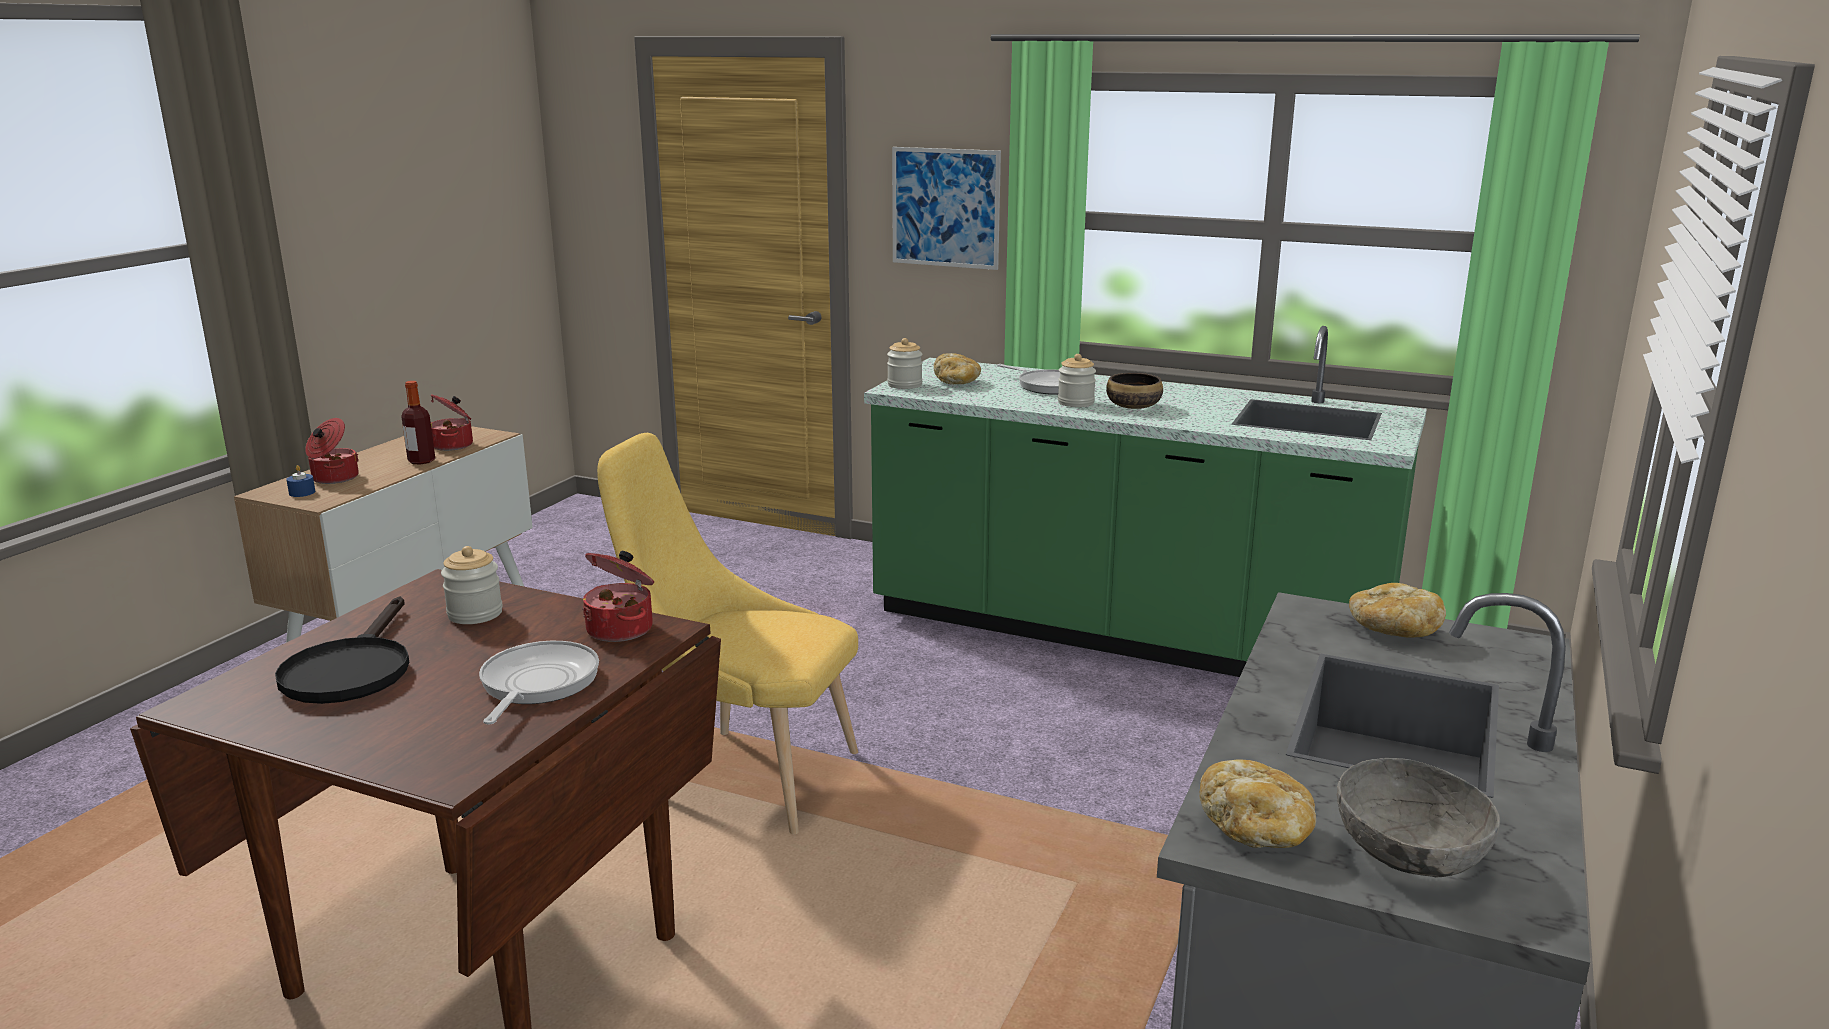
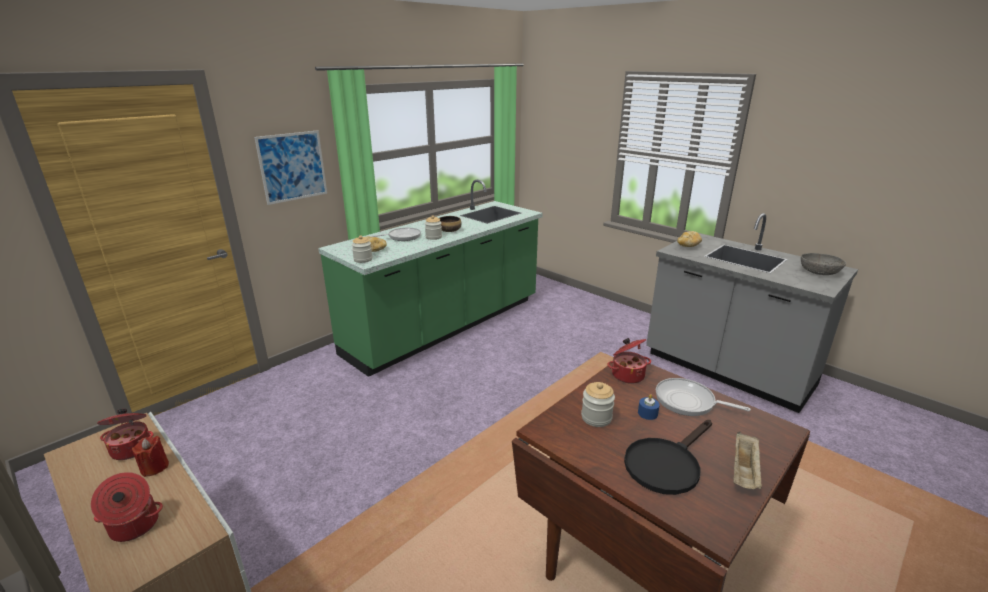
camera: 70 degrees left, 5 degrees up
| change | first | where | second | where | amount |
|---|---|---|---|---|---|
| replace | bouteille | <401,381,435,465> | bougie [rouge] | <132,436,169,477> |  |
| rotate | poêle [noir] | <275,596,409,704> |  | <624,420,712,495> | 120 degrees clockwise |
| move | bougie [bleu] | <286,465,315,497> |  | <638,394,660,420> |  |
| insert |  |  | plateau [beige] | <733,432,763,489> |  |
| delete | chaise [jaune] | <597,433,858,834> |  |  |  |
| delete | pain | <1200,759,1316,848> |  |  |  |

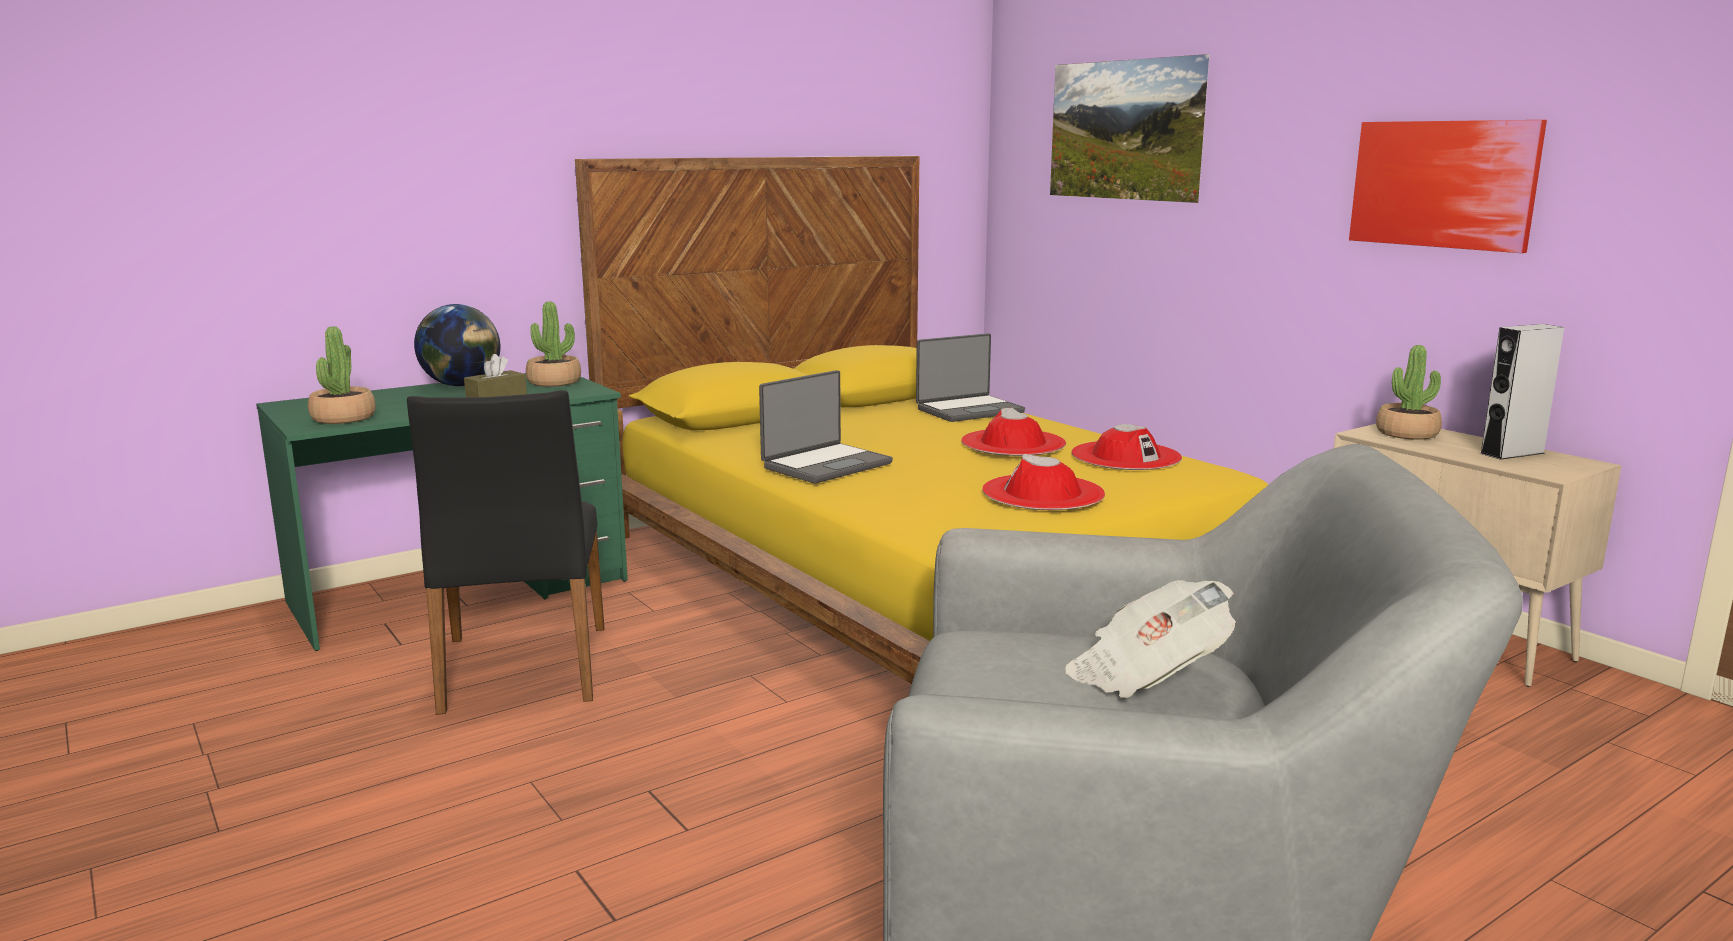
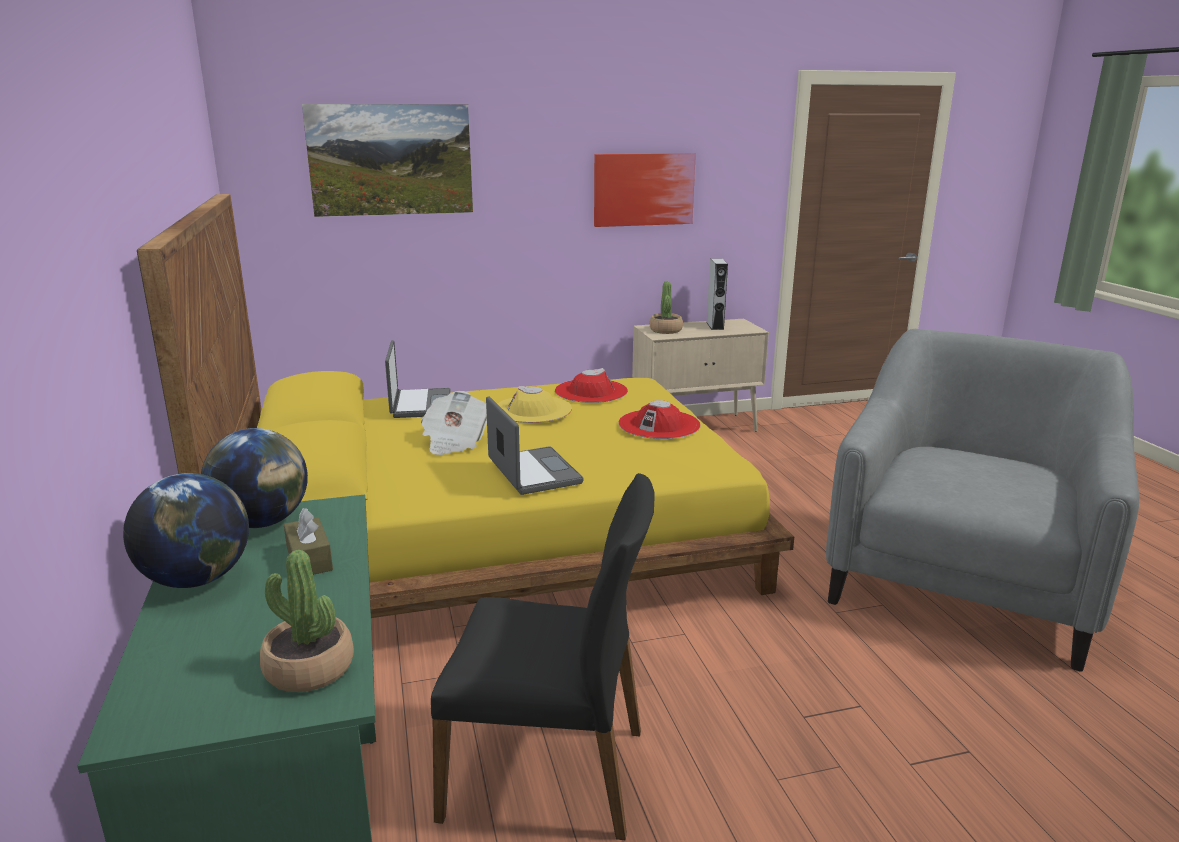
camera: 70 degrees left, 5 degrees up
| change | first | where | second | where | amount |
|---|---|---|---|---|---|
| replace | plante en pot | <526,301,581,387> | globe | <201,428,308,528> |  |
| move | journal | <1066,580,1236,698> |  | <421,391,487,455> |  |
| recolor | chapeau [rouge] | <961,408,1066,456> | chapeau [jaune] | <498,386,572,423> |  |

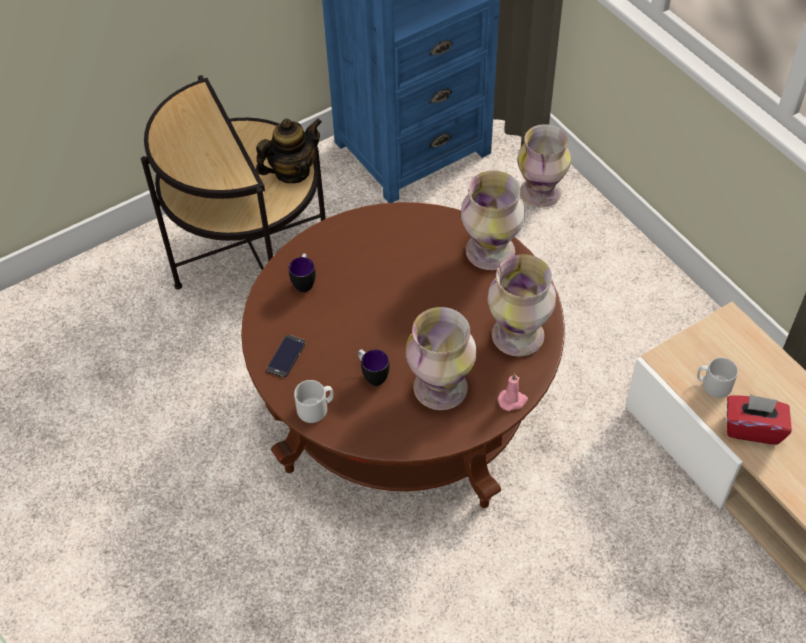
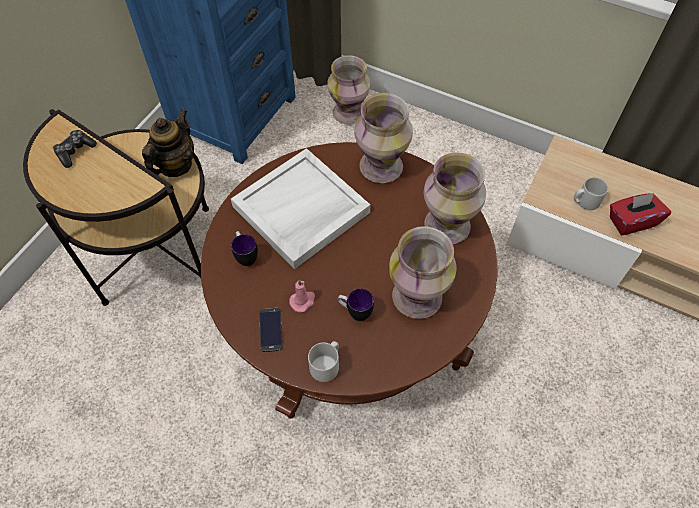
camera: 30 degrees left, 5 degrees up
| change | first | where | second | where | amount |
|---|---|---|---|---|---|
| insert |  |  | manette | <53,130,97,168> |  |
| insert |  |  | plateau [blanc] | <231,148,370,269> |  |
| move | bougie [rose] | <498,373,528,411> |  | <289,279,315,312> |  |

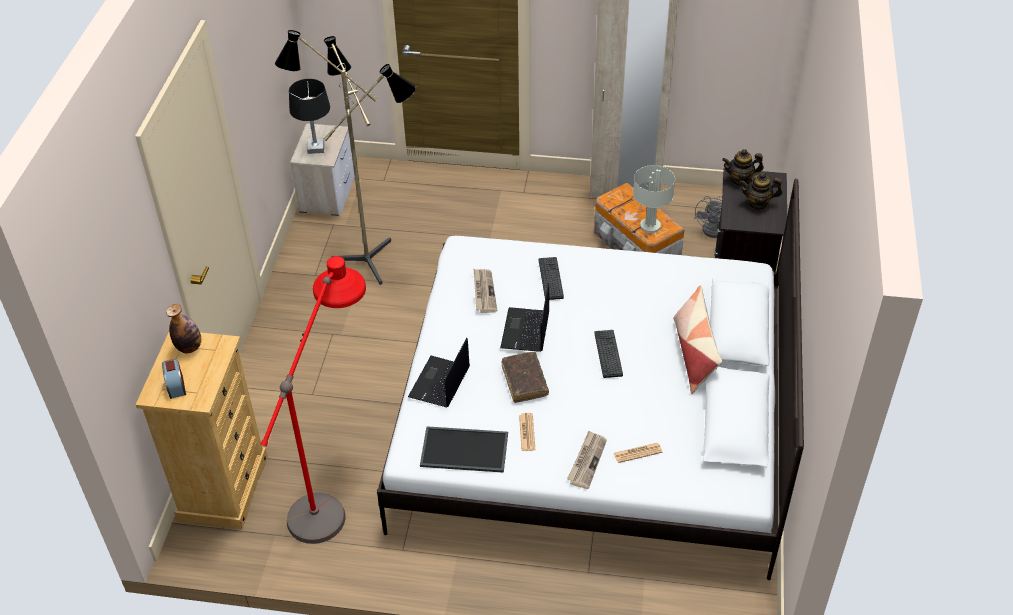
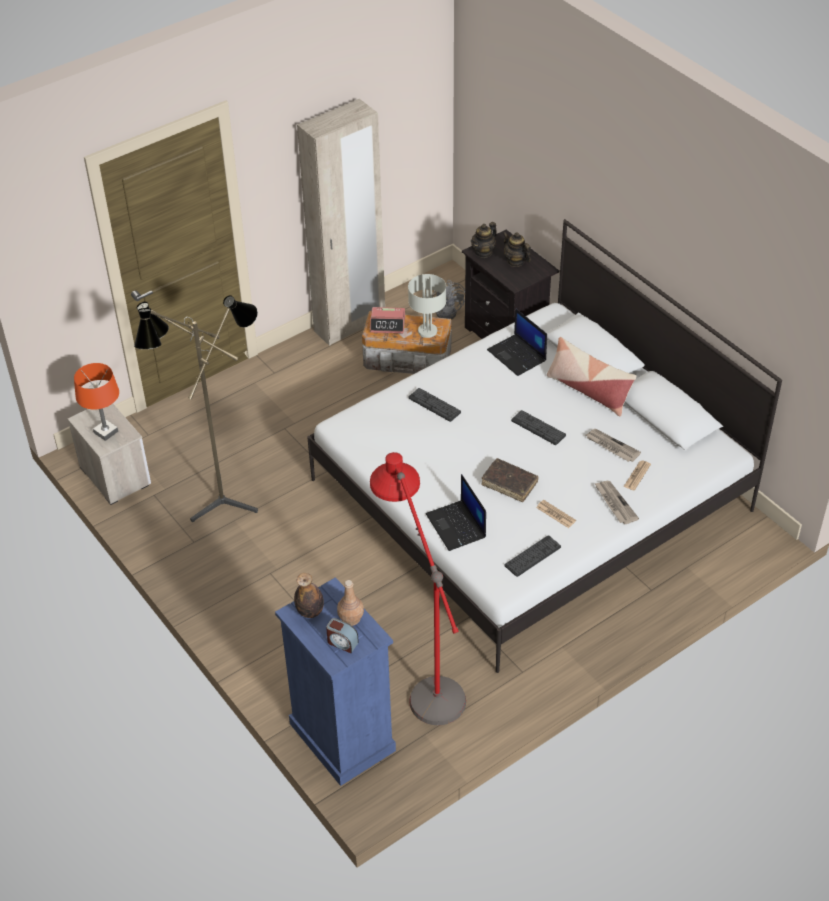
camera: 45 degrees left, 0 degrees up
| change | first | where | second | where | amount |
|---|---|---|---|---|---|
| recolor | lampe de table [noir] | <289,79,330,154> | lampe de table [orange] | <74,363,119,441> |  |
| recolor | commode [beige] | <136,332,268,529> | commode [bleu] | <275,577,396,786> |  |
| insert |  |  | bouteille [marron] | <337,580,364,626> |  |
| insert |  |  | réveil | <370,307,405,333> |  |
| move | ordinateur portable | <500,283,549,352> |  | <487,308,547,376> |  |
| rotate | théière | <740,173,782,210> |  | <503,232,531,267> | 90 degrees clockwise |
| replace | plateau | <420,426,508,473> | clavier | <505,535,561,577> |  |
| move | journal | <474,269,497,313> |  | <586,429,641,462> |  |

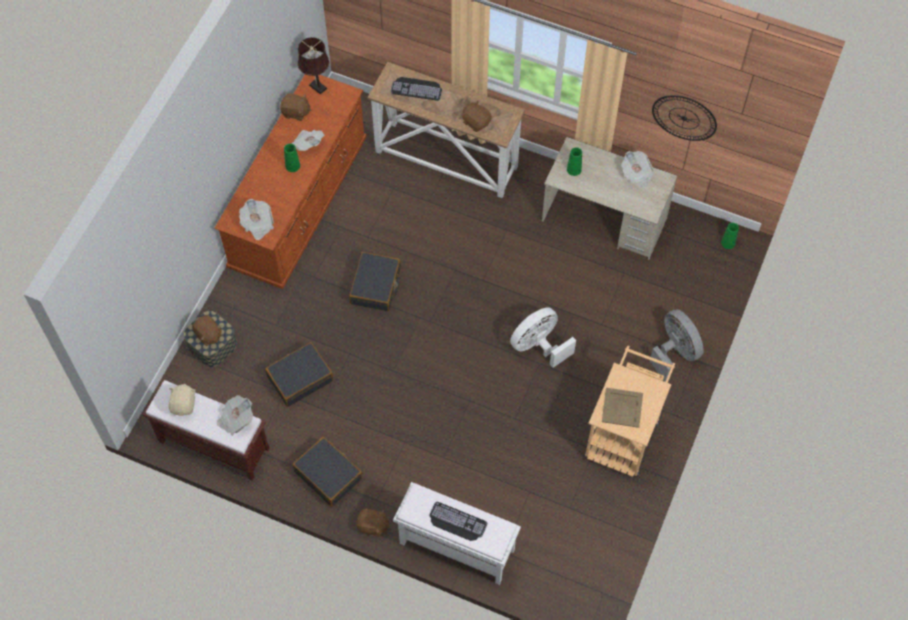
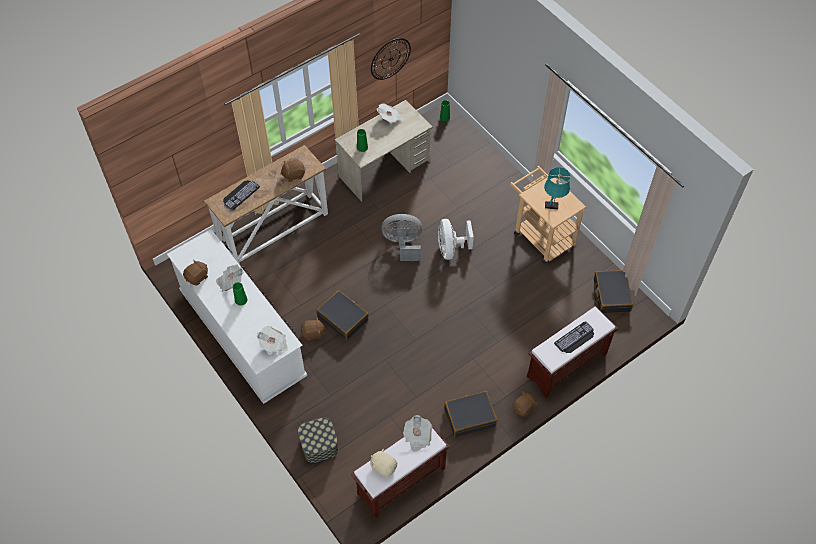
camera: 60 degrees left, 5 degrees down
| change | first | where | second | where | amount |
|---|---|---|---|---|---|
| recolor | commode [marron] | <215,74,367,289> | commode [blanc] | <167,229,307,404> |  |
| move | peluche [marron] | <192,315,222,346> |  | <301,317,326,340> |  |
| move | ventilateur [gris] | <650,309,704,382> |  | <381,214,422,261> |  |
| recolor | banc [blanc] | <393,482,521,585> | banc [marron] | <527,306,618,398> |  |
| replace | plateau [beige] | <602,388,643,428> | lampe de table [turquoise] | <544,167,571,210> |  |
| move | valise [noir] | <265,342,333,407> |  | <594,270,633,313> |  |
| delete | lampe de table [marron] | <297,37,330,94> |  |  |  |

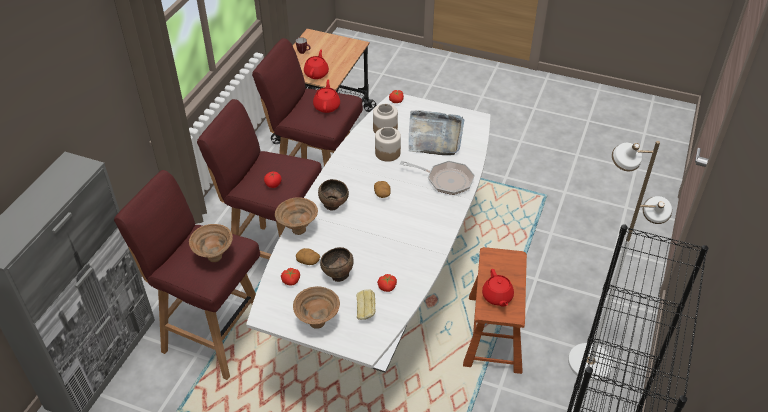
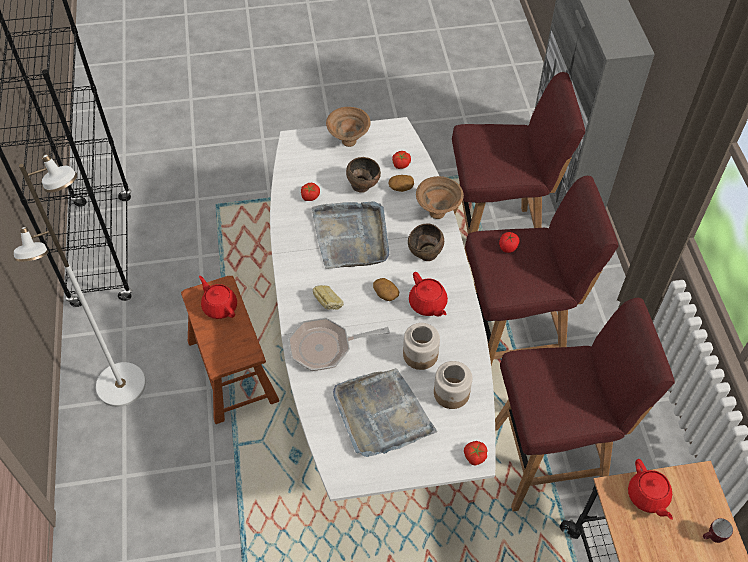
camera: 150 degrees right, 10 degrees up
| change | first | where | second | where | amount |
|---|---|---|---|---|---|
| insert |  |  | plateau [gris] | <312,201,389,269> |  |
| move | pain | <356,289,375,320> |  | <313,285,344,310> |  |
| move | théière [rouge] | <313,80,340,113> |  | <409,272,448,317> |  |
| delete | bol [marron] | <189,224,233,262> |  |  |  |

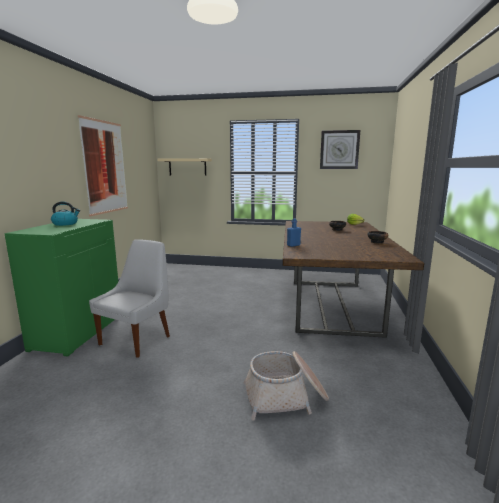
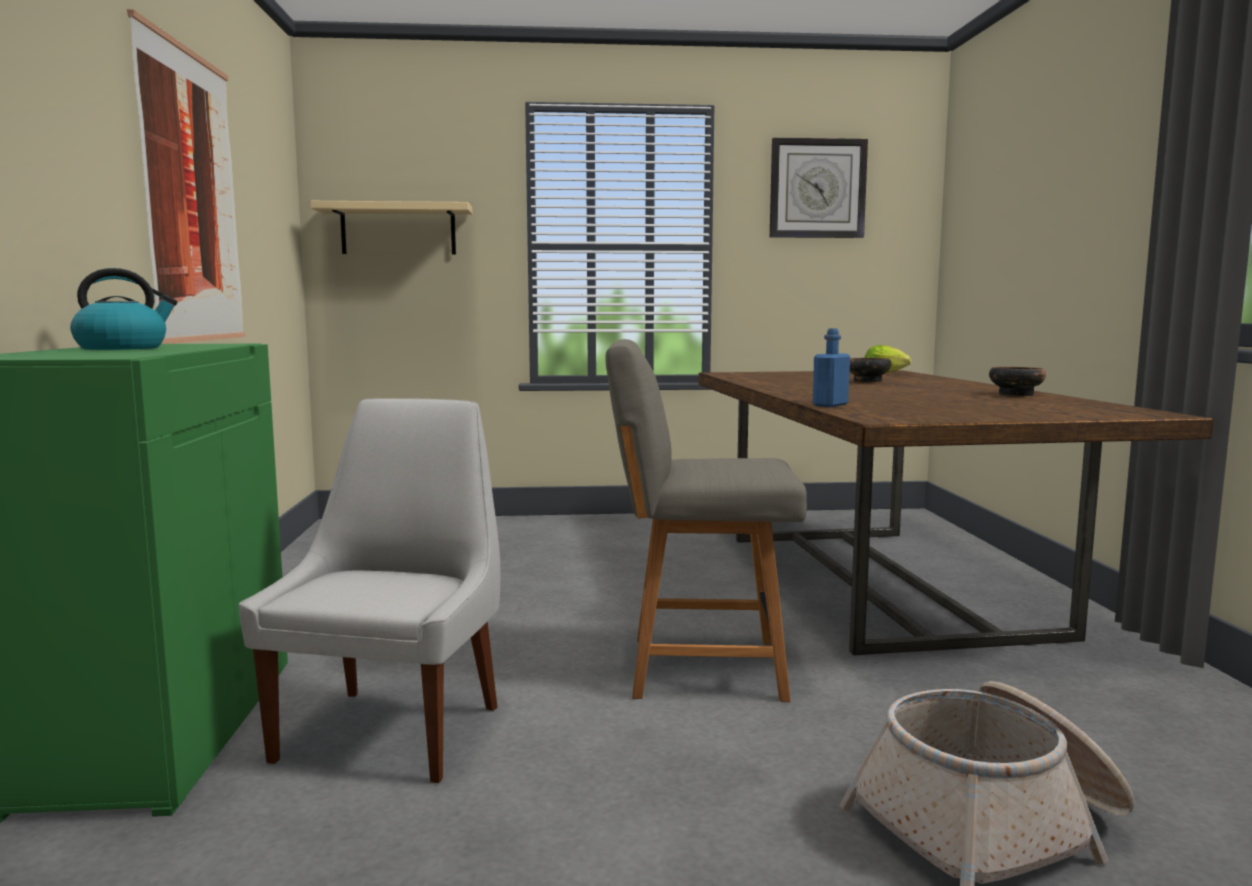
camera: 15 degrees left, 5 degrees down
| change | first | where | second | where | amount |
|---|---|---|---|---|---|
| insert |  |  | chaise [gris] | <605,339,807,702> |  |

